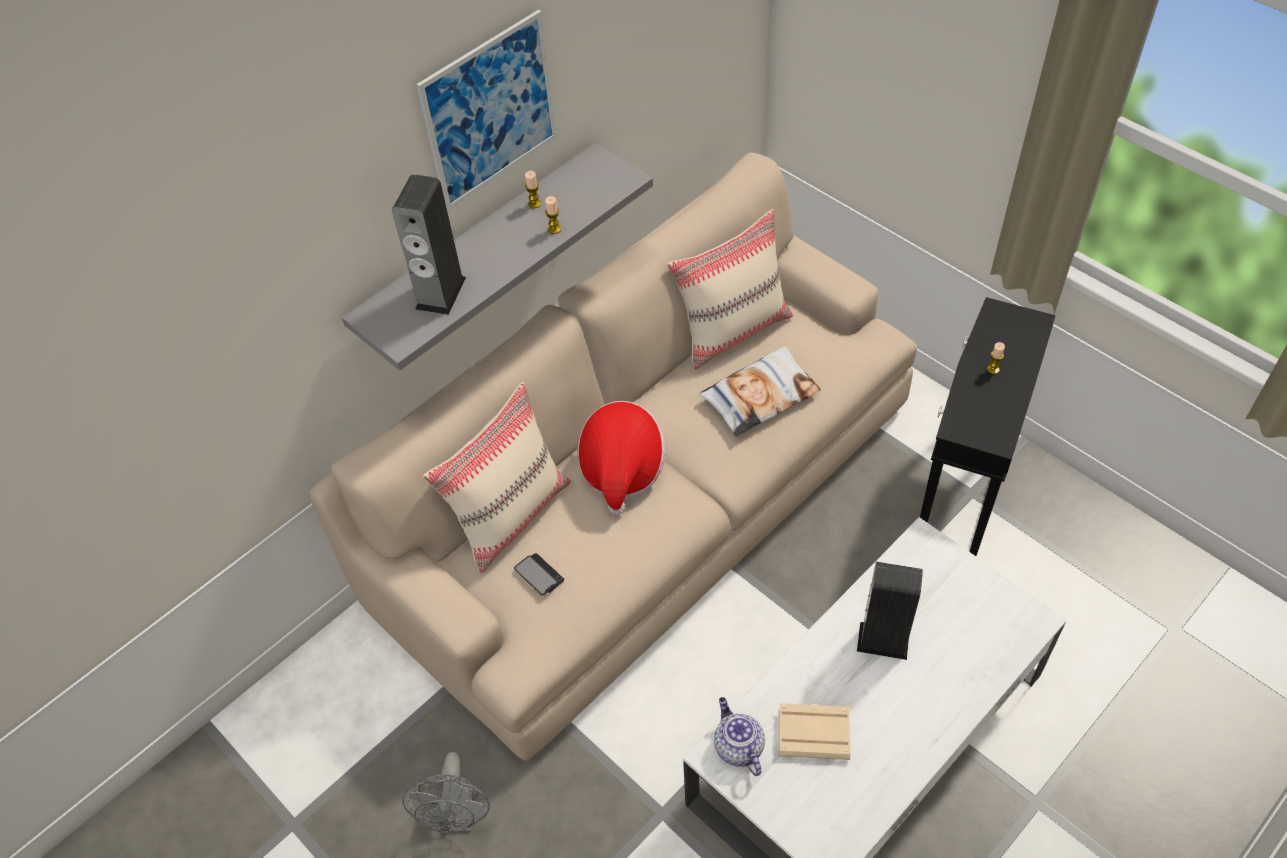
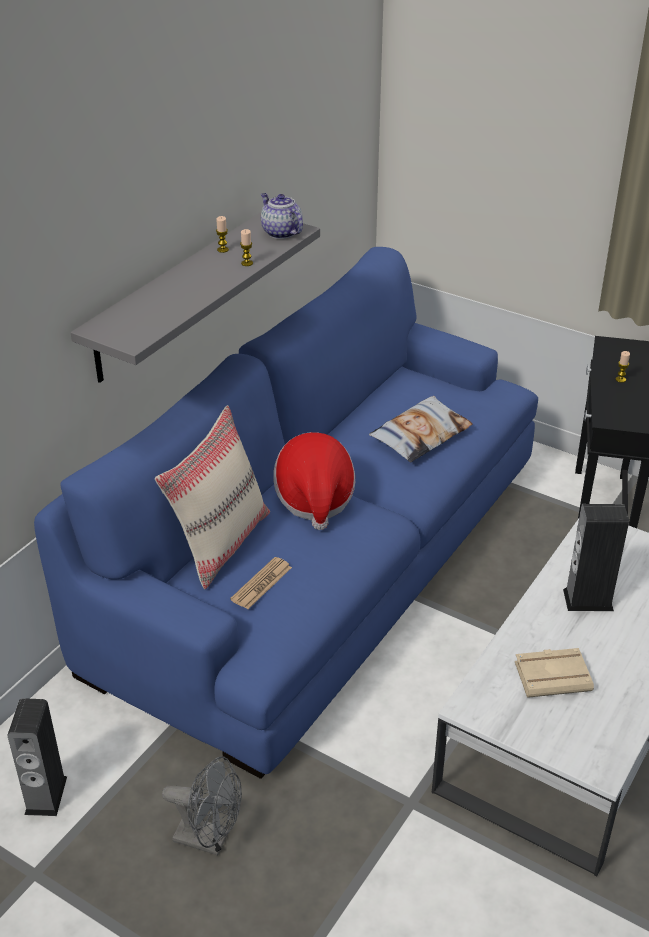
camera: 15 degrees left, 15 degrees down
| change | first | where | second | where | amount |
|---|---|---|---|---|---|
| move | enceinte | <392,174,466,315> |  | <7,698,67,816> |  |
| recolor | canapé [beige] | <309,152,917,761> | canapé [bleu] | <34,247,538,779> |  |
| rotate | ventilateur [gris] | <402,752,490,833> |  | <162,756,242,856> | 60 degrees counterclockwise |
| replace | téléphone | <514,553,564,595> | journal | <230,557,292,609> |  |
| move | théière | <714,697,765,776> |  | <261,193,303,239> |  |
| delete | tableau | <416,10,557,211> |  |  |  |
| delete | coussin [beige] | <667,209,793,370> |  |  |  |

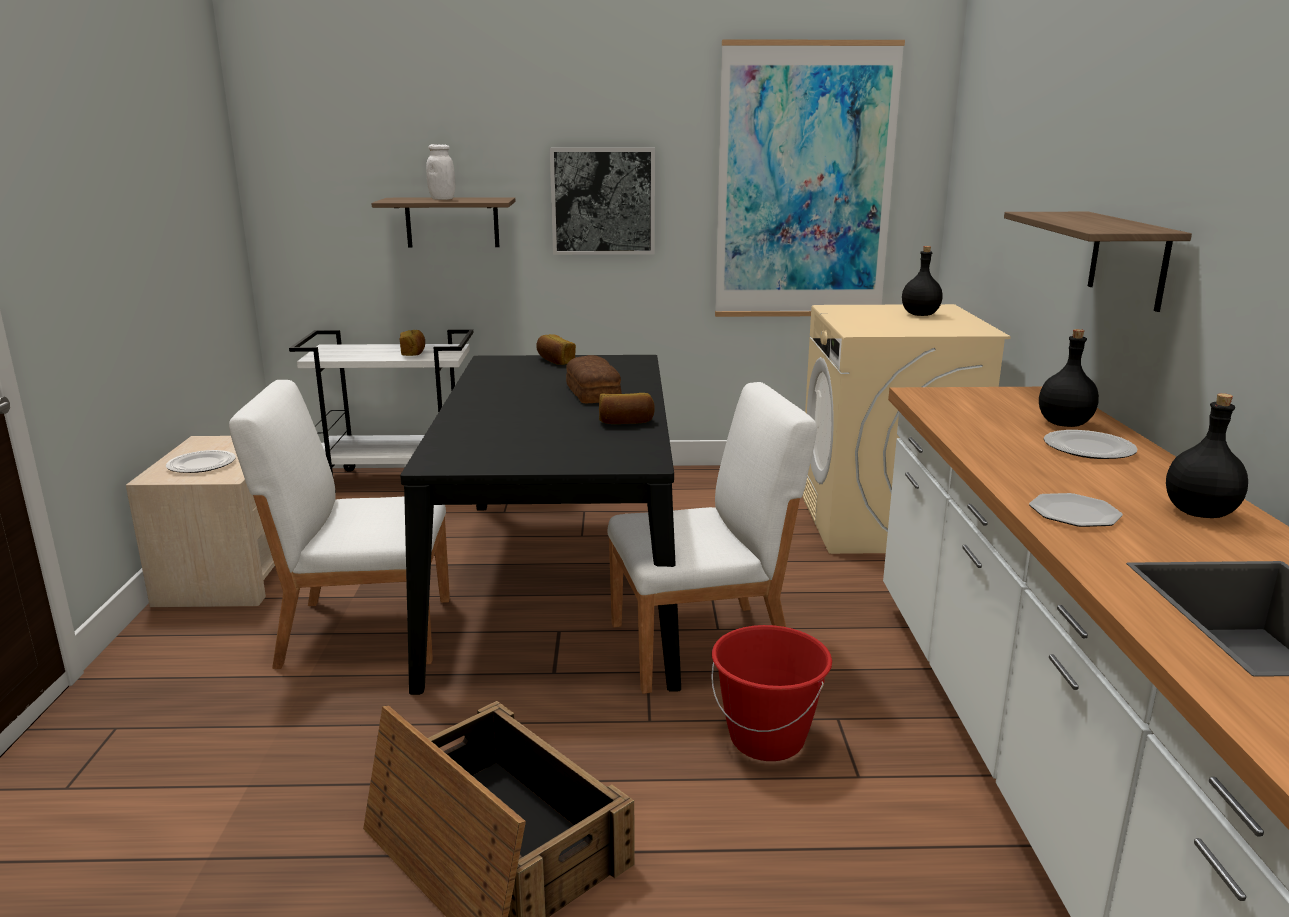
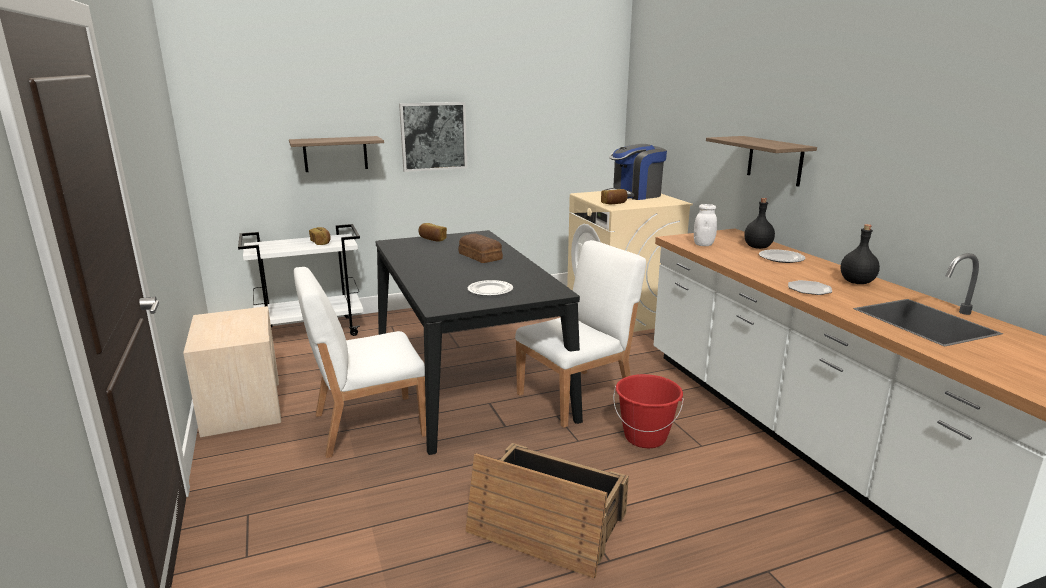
camera: 20 degrees left, 0 degrees up
| change | first | where | second | where | amount |
|---|---|---|---|---|---|
| move | assiette | <166,450,236,473> |  | <468,280,513,296> |  |
| move | pain | <599,393,655,424> |  | <601,189,628,204> |  |
| replace | bouteille [noir] | <902,246,943,316> | machine à café | <605,144,667,200> |  |
| move | bocal [blanc] | <426,144,455,200> |  | <694,204,717,246> |  |
| delete | tableau | <715,39,905,317> |  |  |  |

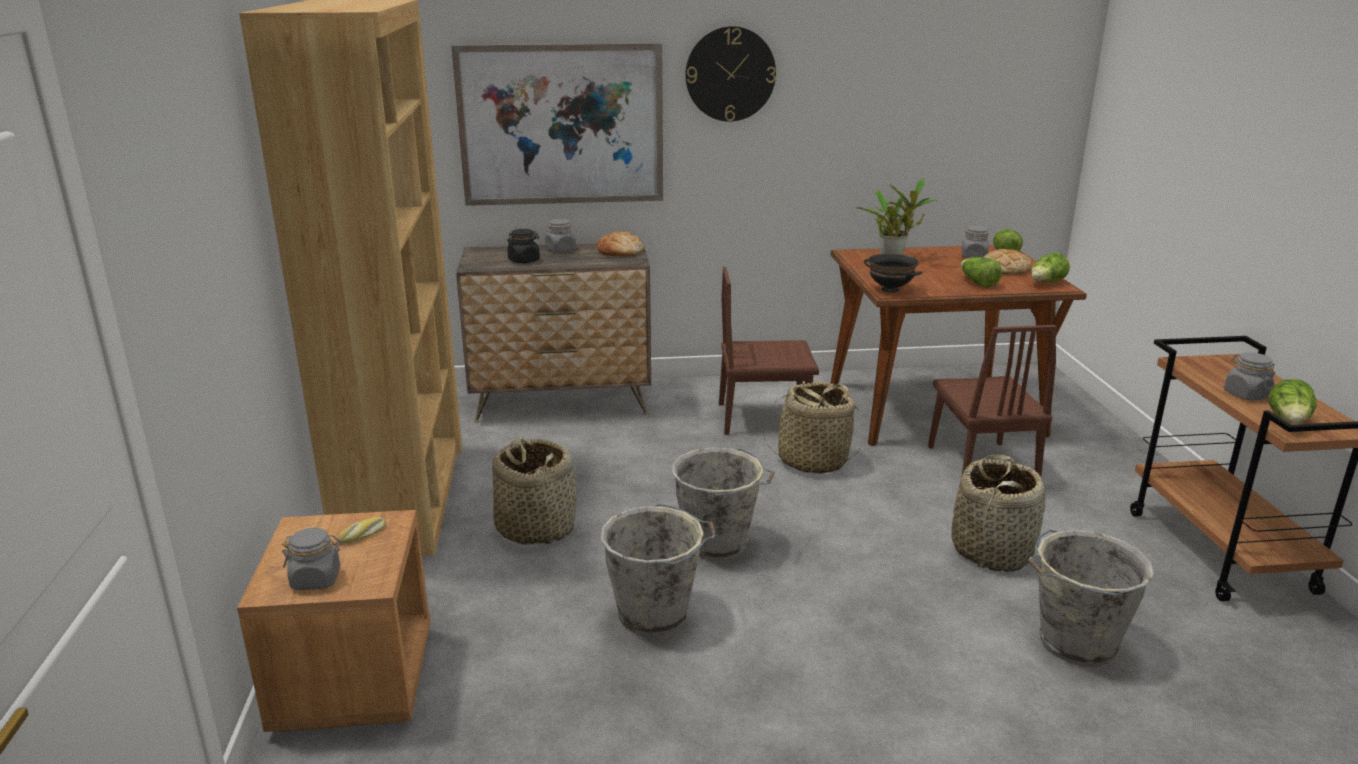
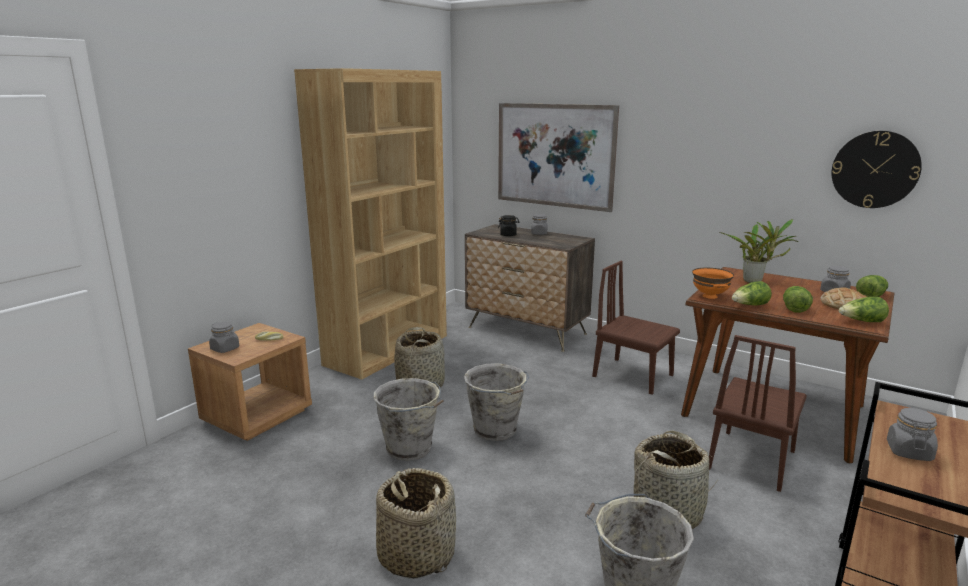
camera: 40 degrees right, 5 degrees down
| change | first | where | second | where | amount |
|---|---|---|---|---|---|
| move | panier | <762,382,860,474> |  | <376,468,456,579> |  |
| recolor | bol [noir] | <864,253,923,293> | bol [orange] | <692,268,734,299> |  |
| move | laitue | <1268,379,1317,424> |  | <732,281,772,306> |  |
| move | horloge murale | <685,26,776,122> |  | <832,131,922,208> |  |
| delete | pain | <597,231,644,256> |  |  |  |

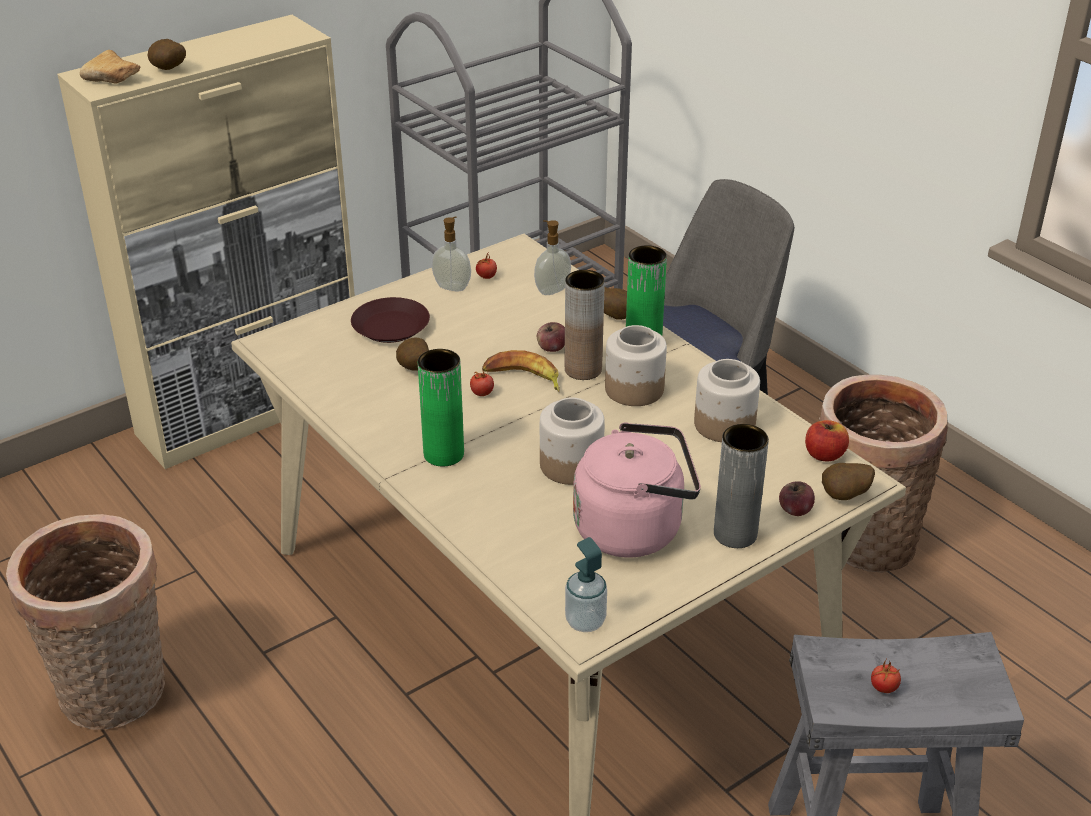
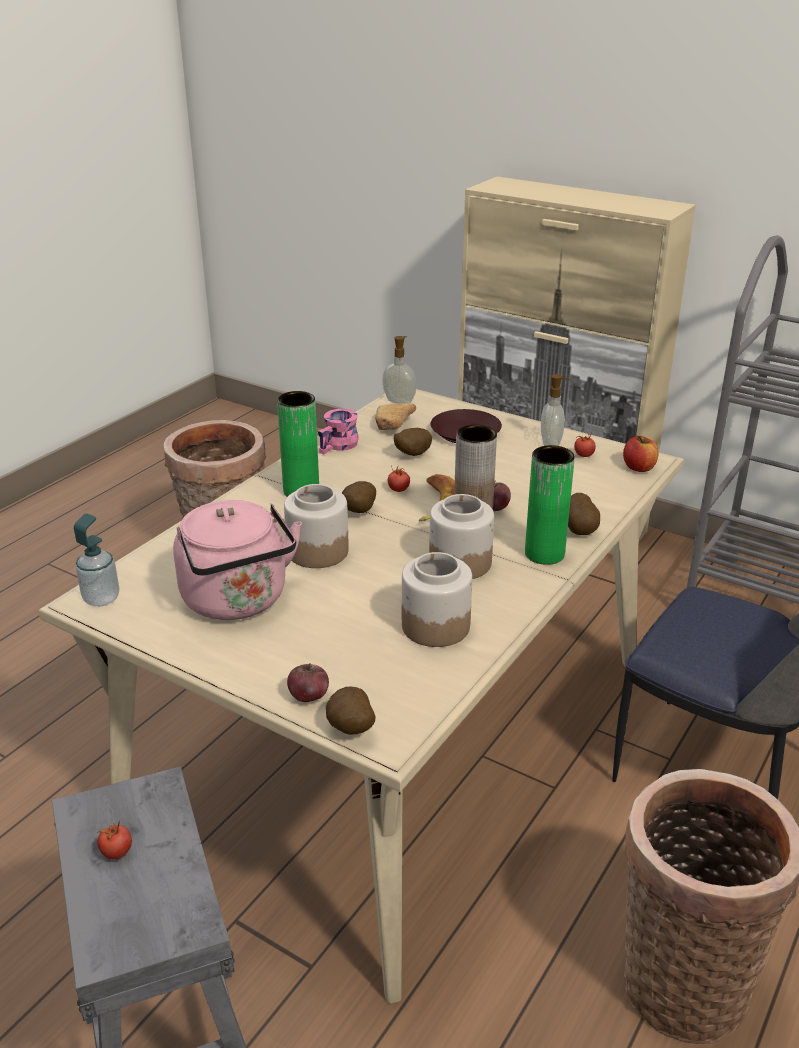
camera: 70 degrees right, 5 degrees down
| change | first | where | second | where | amount |
|---|---|---|---|---|---|
| insert |  |  | mug [rose] | <318,409,359,455> |  |
| move | pomme de terre | <148,39,186,70> |  | <342,481,376,513> |  |
| move | pain | <80,50,140,84> |  | <375,403,416,430> |  |
| move | distributeur de savon | <534,220,571,295> |  | <382,336,417,404> |  |
| move | pomme | <805,420,849,461> |  | <623,436,659,472> |  |
| delete | vase [gris] | <714,424,769,548> |  |  |  |

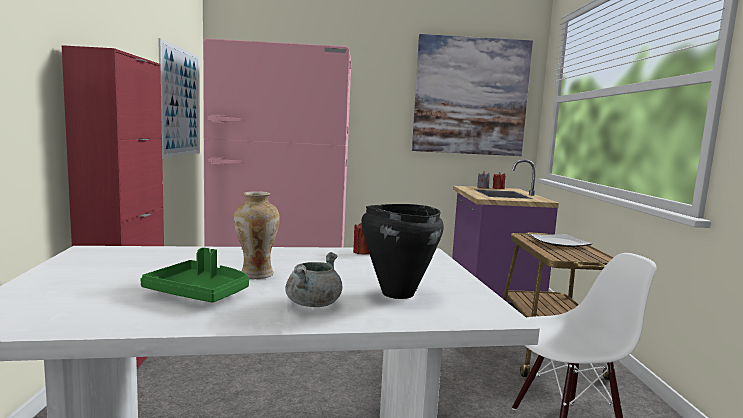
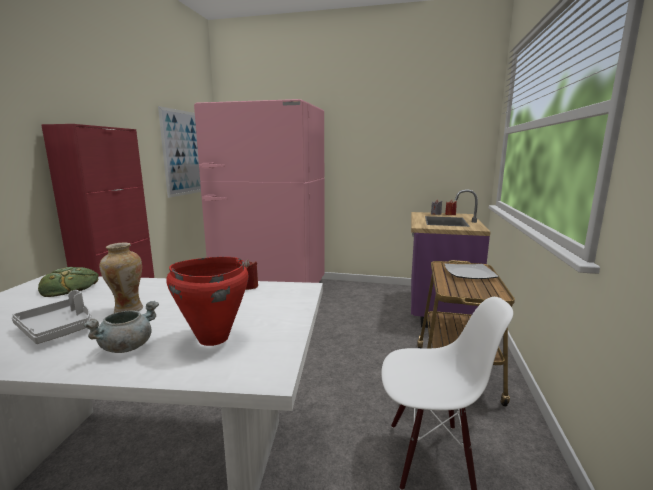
camera: 15 degrees right, 5 degrees up
| change | first | where | second | where | amount |
|---|---|---|---|---|---|
| recolor | plateau [vert] | <141,248,249,303> | plateau [gris] | <12,290,92,344> |  |
| insert |  |  | pain | <38,267,99,297> |  |
| recolor | marmite [noir] | <361,204,444,299> | marmite [rouge] | <166,257,249,346> |  |
| delete | tableau | <412,34,533,156> |  |  |  |

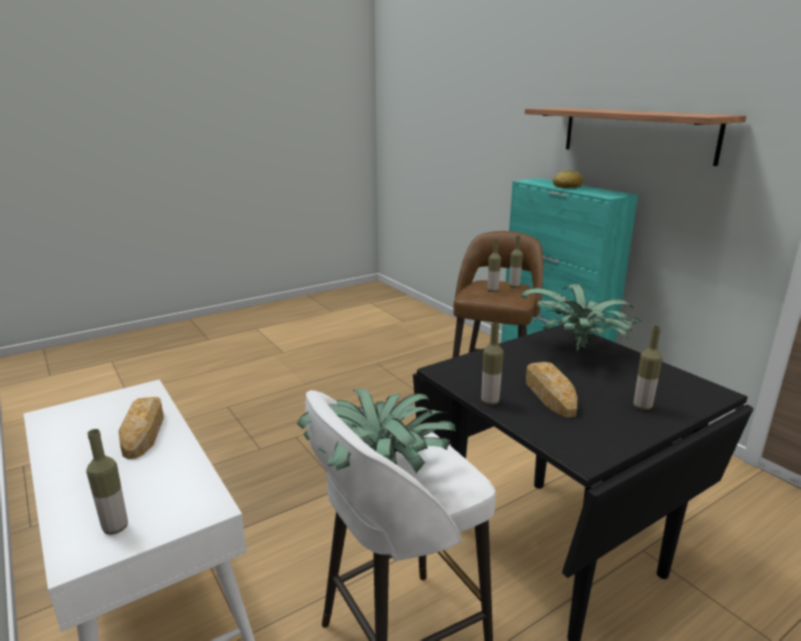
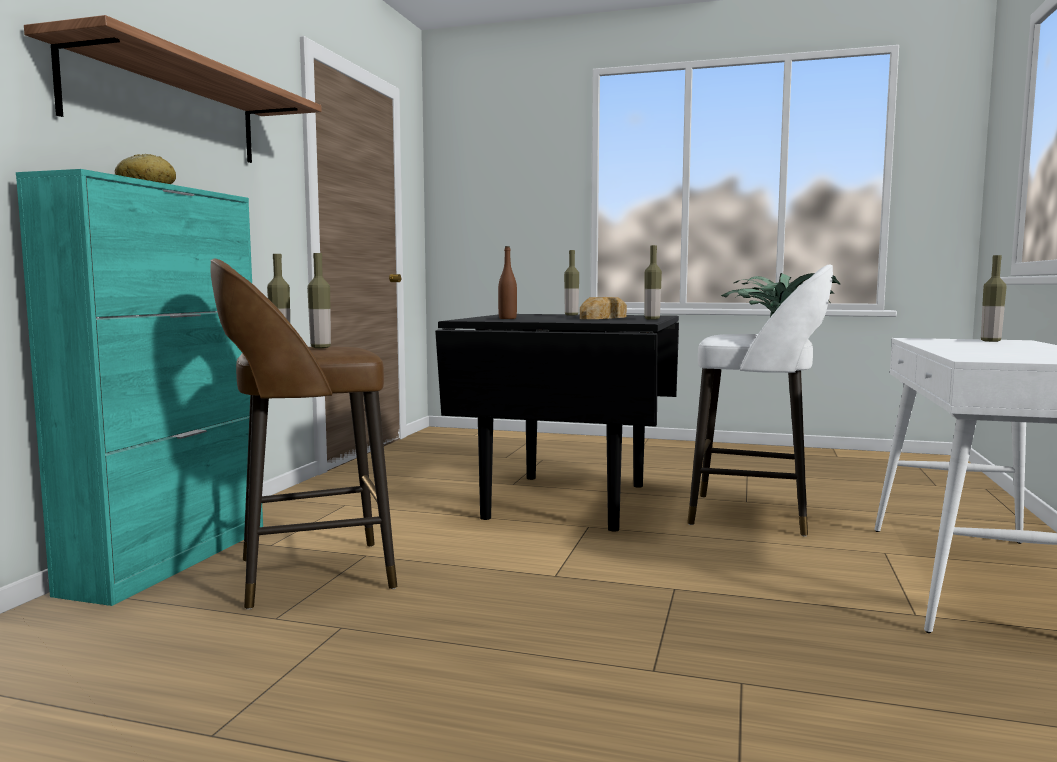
camera: 130 degrees left, 15 degrees down
| change | first | where | second | where | amount |
|---|---|---|---|---|---|
| replace | plante en pot | <521,284,642,353> | bouteille [marron] | <498,246,517,319> |  |
| delete | pain | <118,397,164,459> |  |  |  |

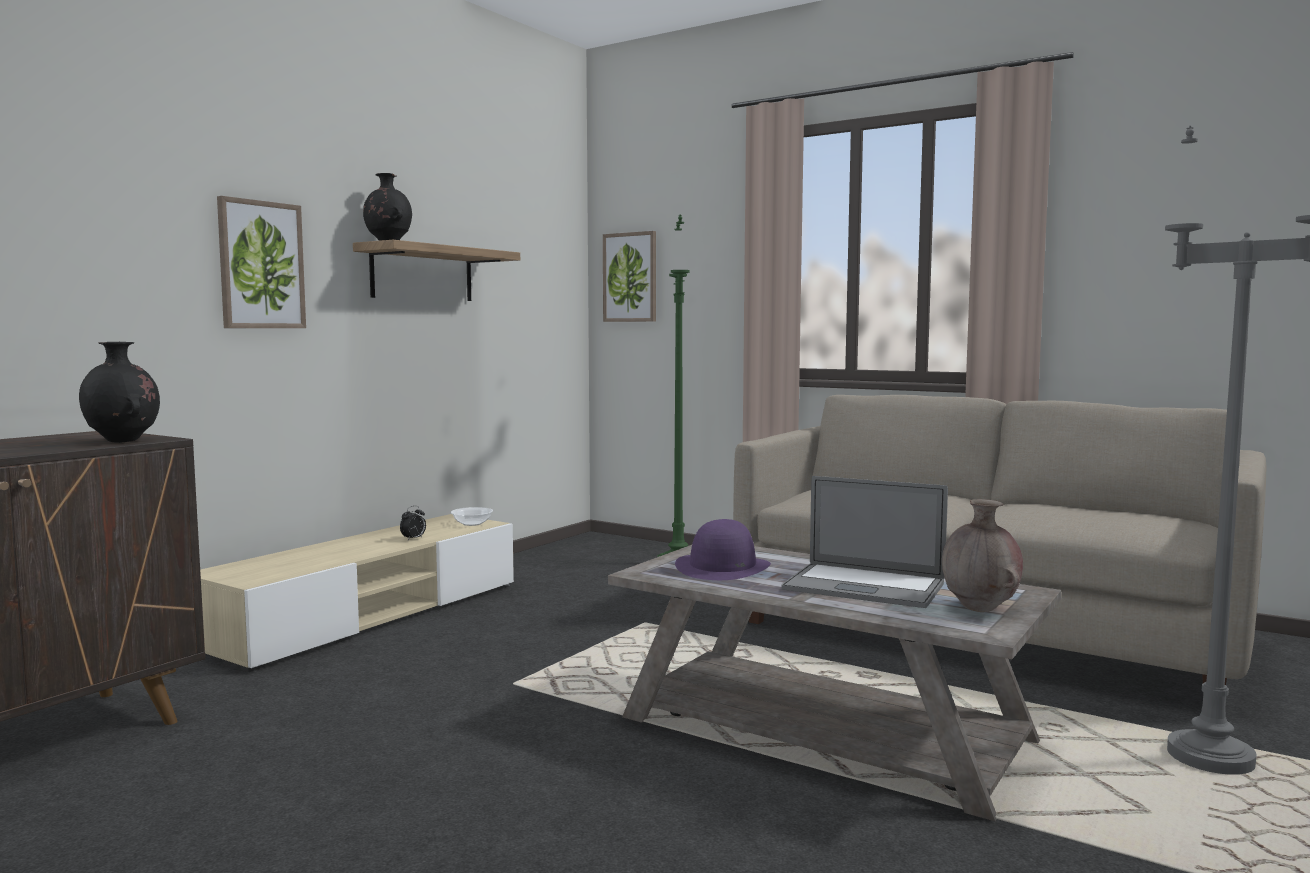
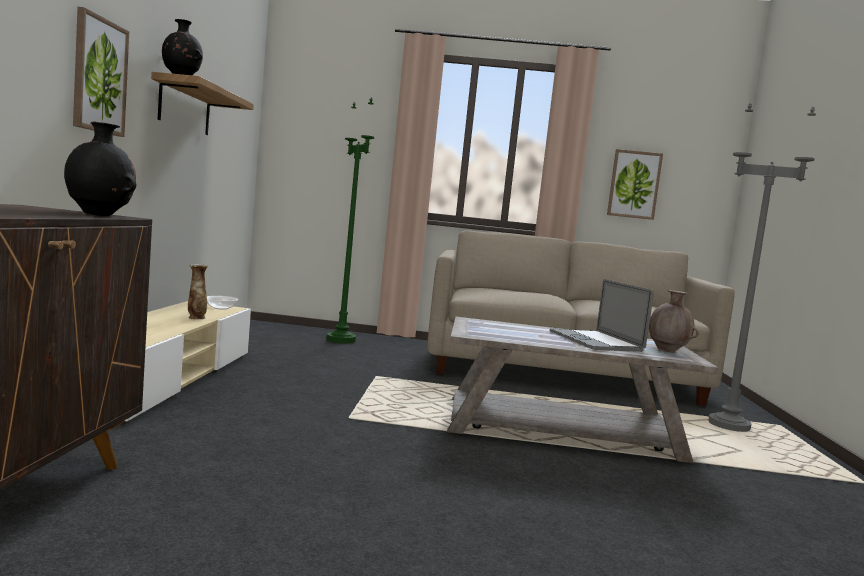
camera: 30 degrees left, 0 degrees up
| change | first | where | second | where | amount |
|---|---|---|---|---|---|
| replace | réveil | <400,506,426,540> | vase | <188,264,208,319> |  |
| rotate | ordinateur portable | <781,476,948,608> |  | <550,279,654,352> | 75 degrees clockwise |
| move | tableau | <603,231,656,322> |  | <607,149,663,220> |  |
| delete | chapeau [violet] | <675,519,771,580> |  |  |  |

